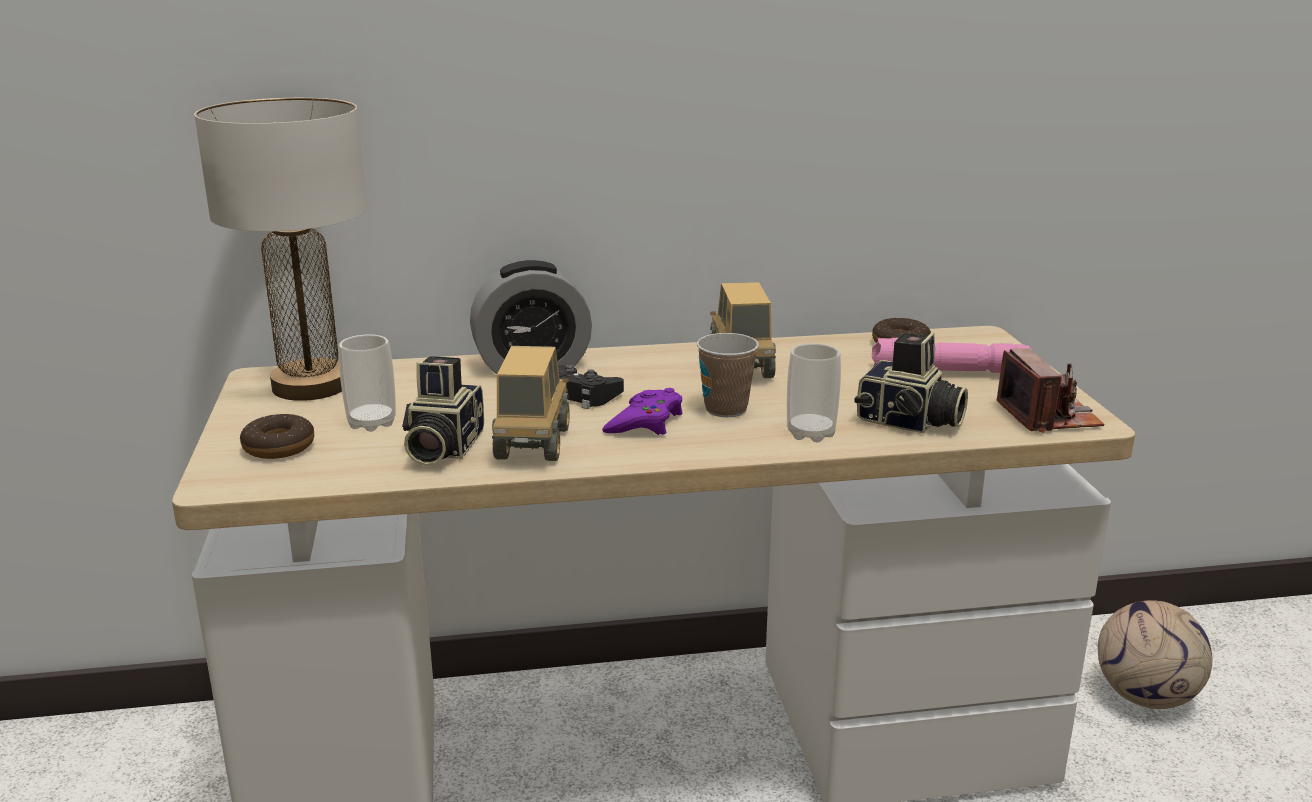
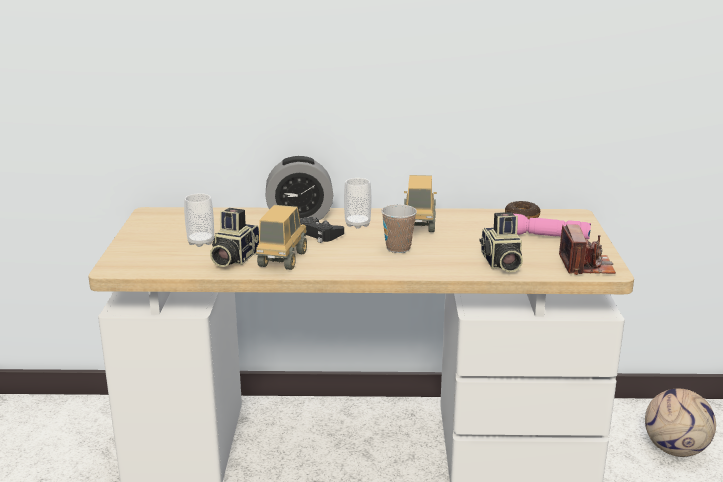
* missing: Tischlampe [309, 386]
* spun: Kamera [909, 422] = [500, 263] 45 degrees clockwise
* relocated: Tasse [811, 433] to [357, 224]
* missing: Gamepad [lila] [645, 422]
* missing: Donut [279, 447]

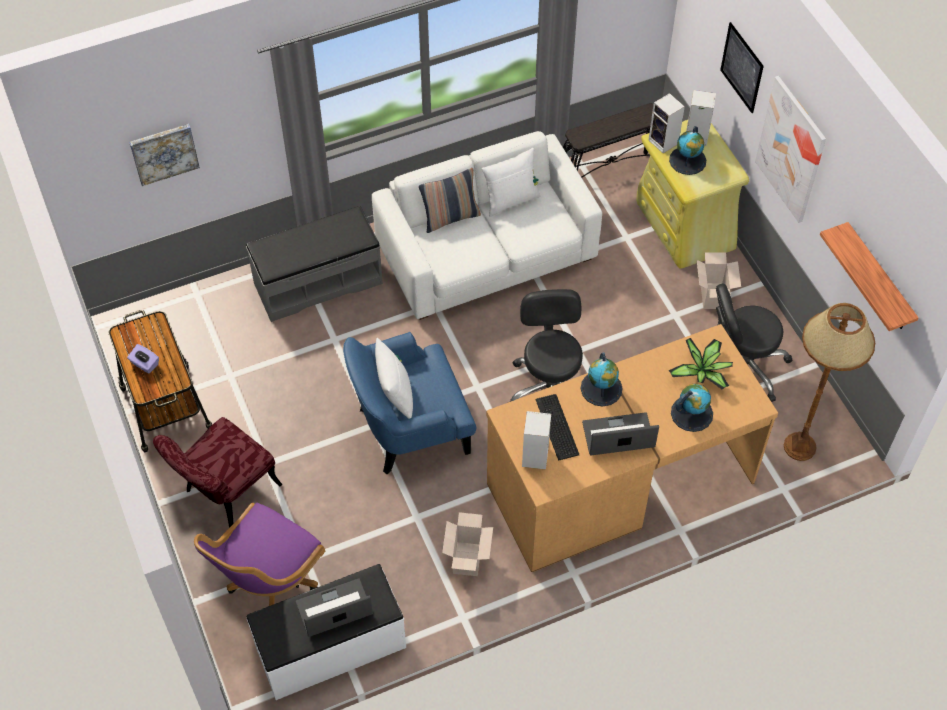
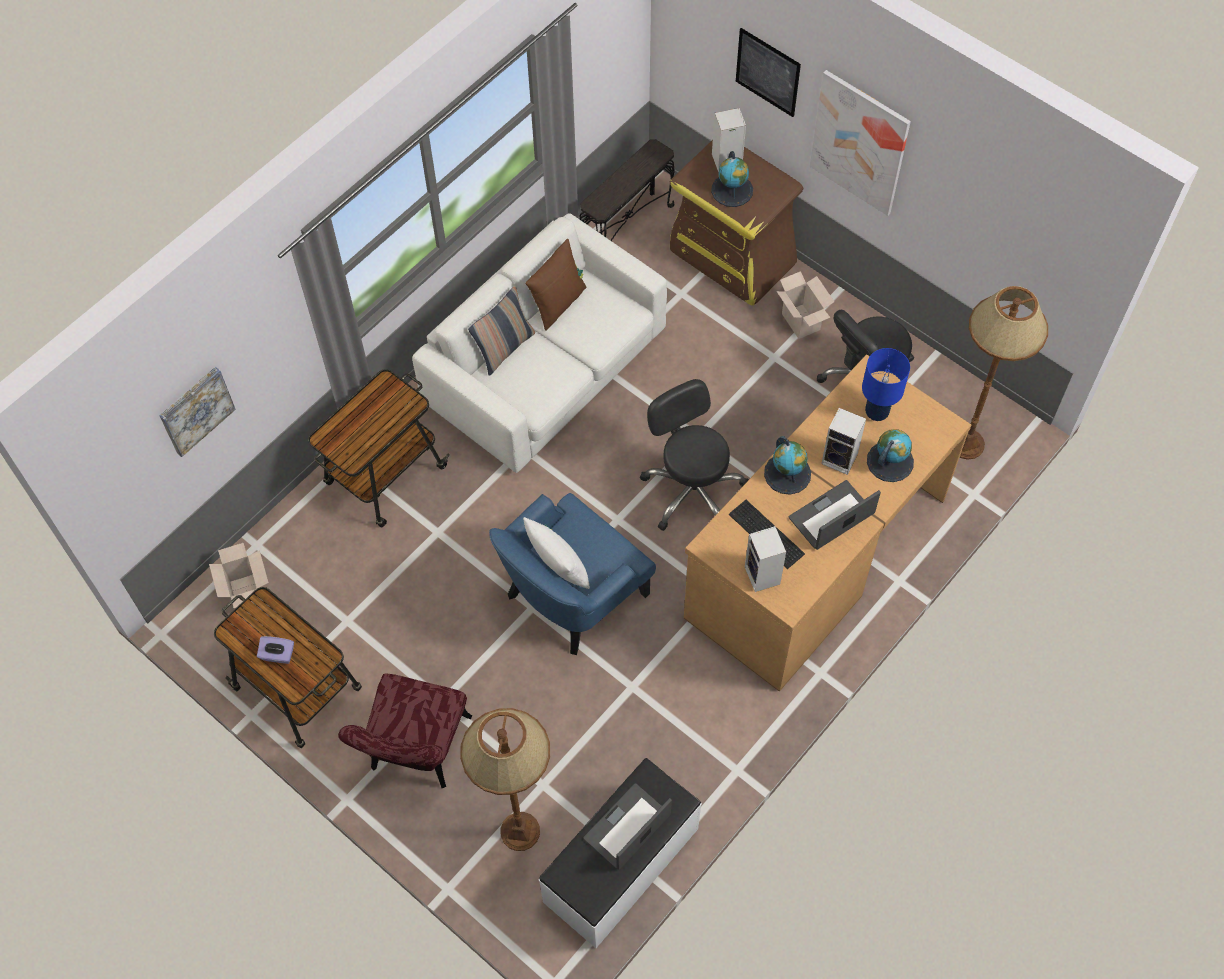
* relocated: Lautsprecher [664, 142] to [841, 459]
* colour: Nachttisch [gelb] [684, 225] to Nachttisch [braun] [732, 257]
* colour: Kissen [weiß] [511, 201] to Kissen [braun] [558, 304]
* exchanged: Bank [grau] [317, 282] to Rollwagen [384, 477]
* missing: Wandregal [878, 279]
* exchanged: Topfpflanze [702, 372] to Tischlampe [blau] [876, 413]
* exchanged: Bürostuhl [lila] [268, 586] to Stehlampe [braun] [519, 831]
* relocated: Karton [468, 560] to [249, 595]

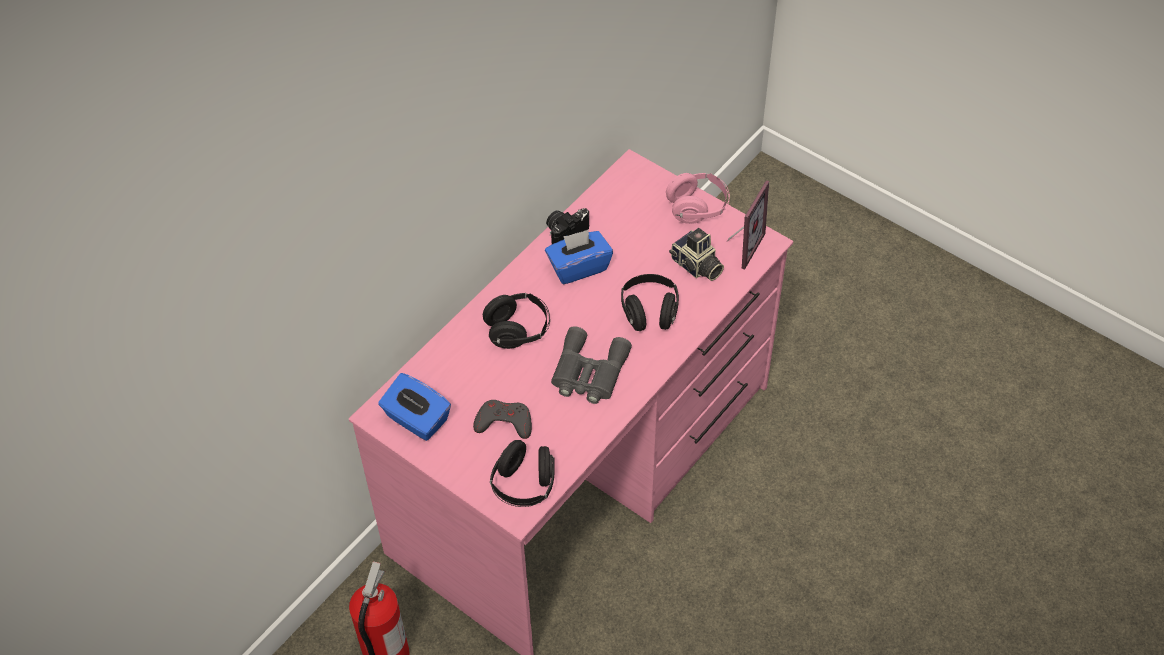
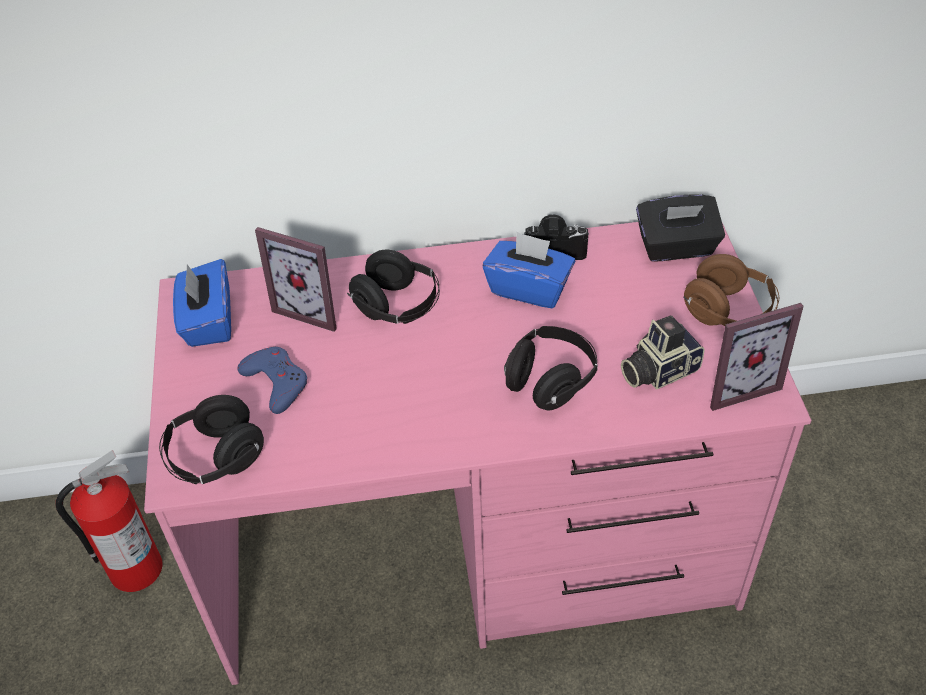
* colour: Kopfhörer [rosa] [697, 208] to Kopfhörer [braun] [728, 312]
* spun: Kamera [696, 266] = [657, 370] 60 degrees clockwise
* missing: Fernglas [grau] [588, 373]
* colour: Gamepad [grau] [504, 422] to Gamepad [blau] [276, 382]
* appeared: Taschentuchbox [schwarz] [676, 247]
* appeared: Bilderrahmen [313, 307]

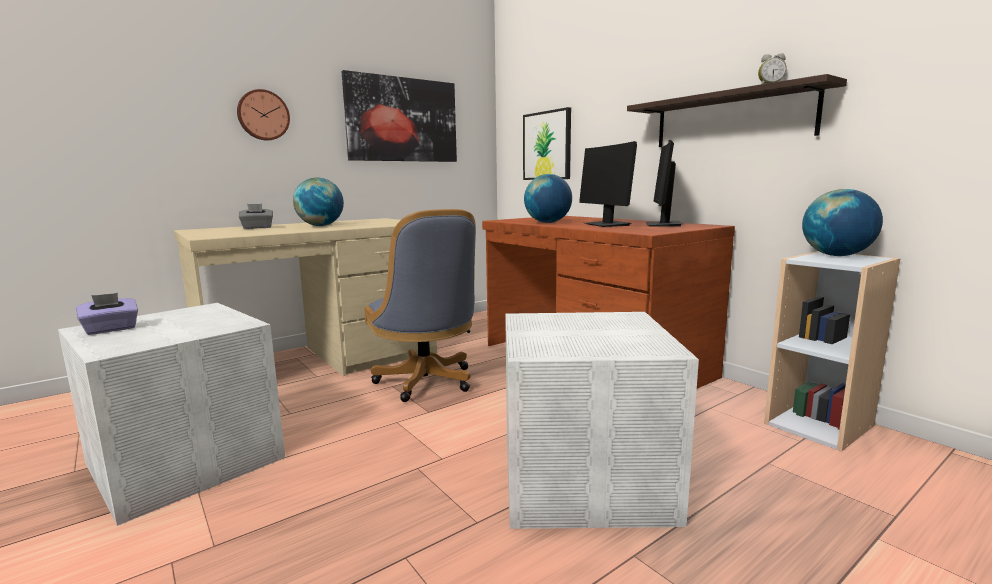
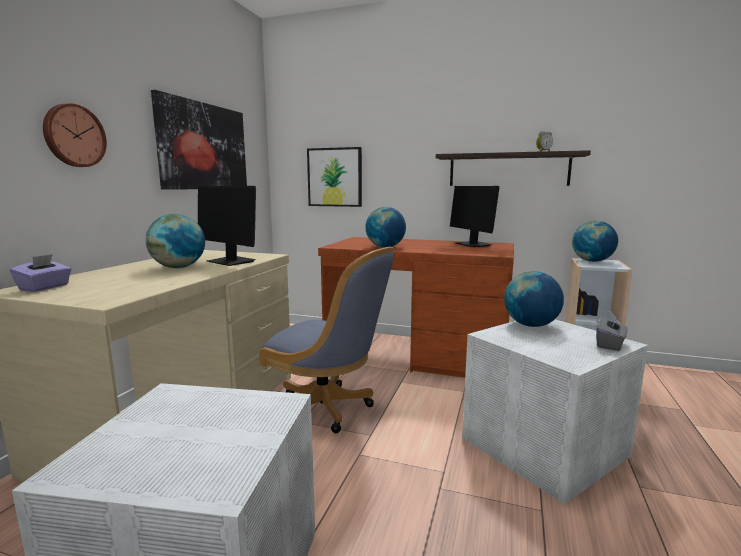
* relocated: Monitor [607, 224] to [231, 262]
* relocated: Taschentuchbox [grau] [257, 228] to [610, 344]
* relocated: Taschentuchbox [lila] [111, 329] to [45, 287]
* appeared: Globus [531, 325]

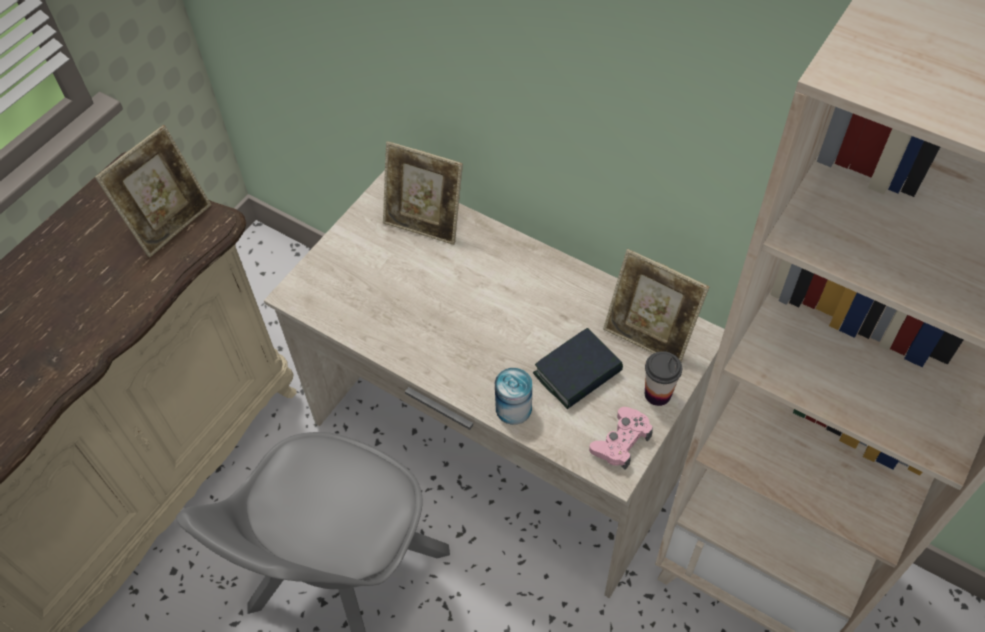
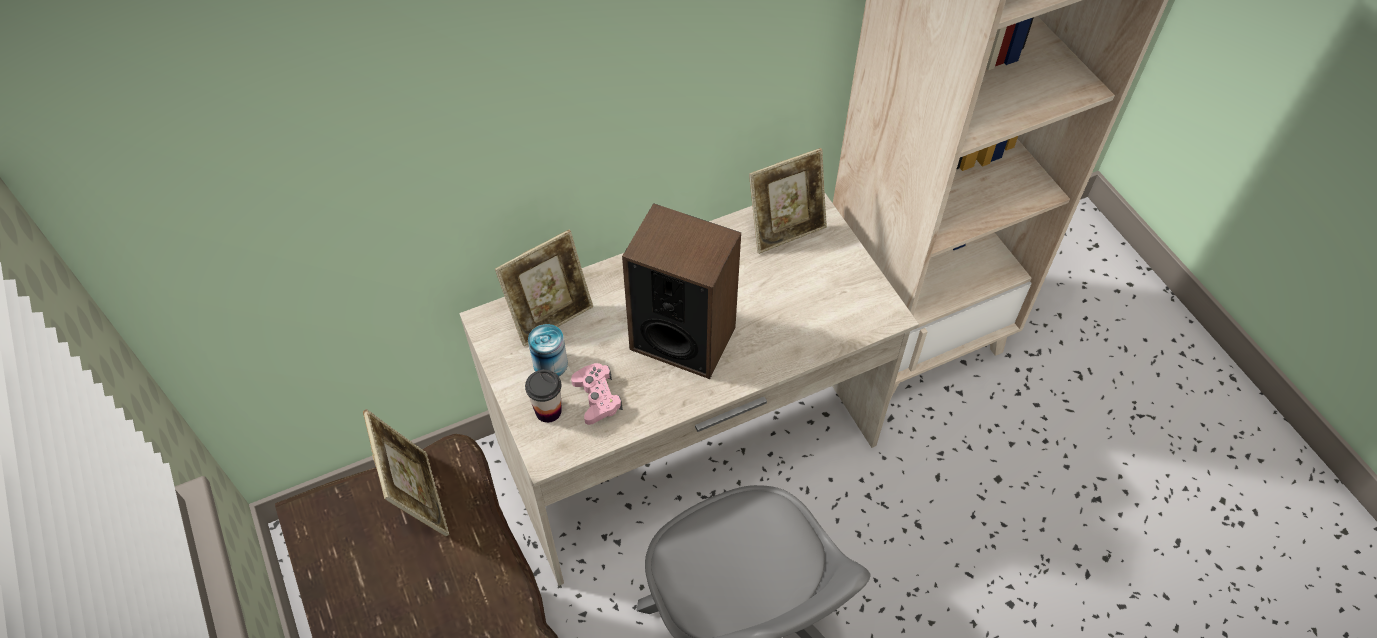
* missing: Buch [578, 373]
* relocated: Tasse [657, 394] to [548, 411]
* relocated: Dose [513, 408] to [550, 364]
* relocated: Gamepad [rosa] [621, 441] to [597, 397]
* appeared: Lautsprecher [682, 337]

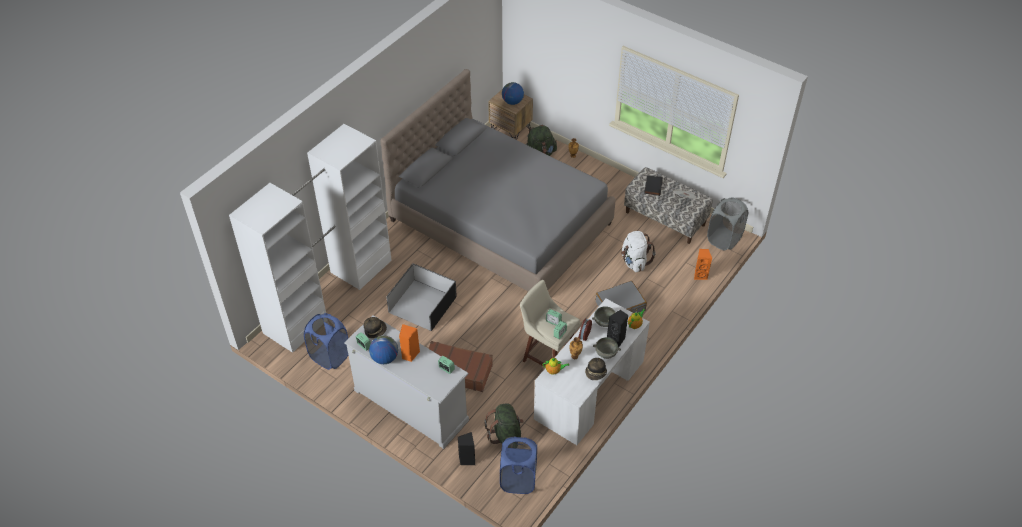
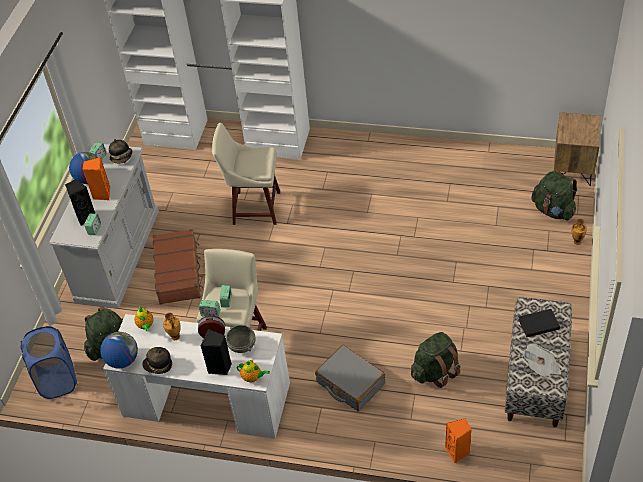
* missing: Bett [grau] [500, 222]
* relocated: Globus [512, 102] to [122, 360]
* missing: Wäschekorb [grau] [724, 239]
* colour: Rucksack [weiß] [634, 262] to Rucksack [grün] [435, 371]
* exchanged: Aufbewahrungsbox [schwarz] [421, 304] to Hocker [beige] [253, 207]
* missing: Wäschekorb [blau] [330, 356]
* missing: Schüssel [grau] [606, 353]
* relocated: Lautsprecher [schwarz] [467, 459] to [85, 217]

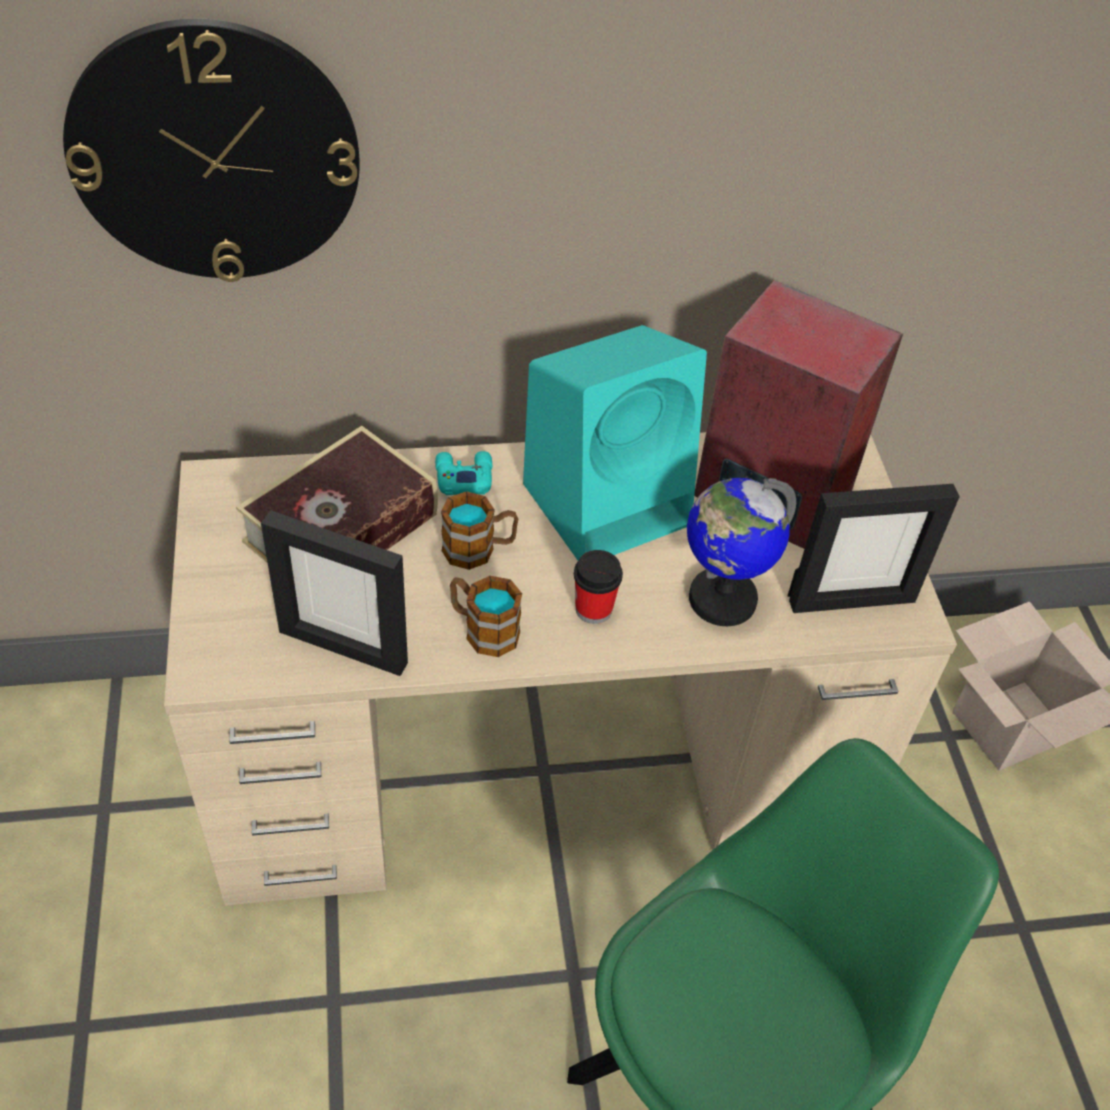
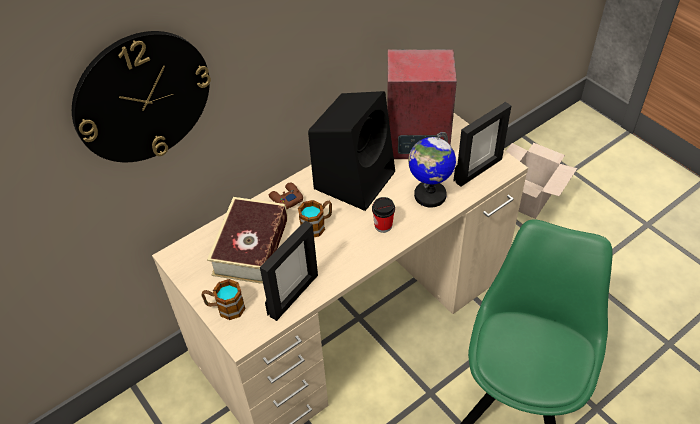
* colour: Lautsprecher [türkis] [609, 502] to Lautsprecher [schwarz] [355, 178]
* colour: Gamepad [türkis] [463, 477] to Gamepad [braun] [286, 199]
* spun: Bilderrahmen [344, 645] = [293, 294] 45 degrees counterclockwise
* relocated: Henkelbecher [483, 629] to [225, 308]

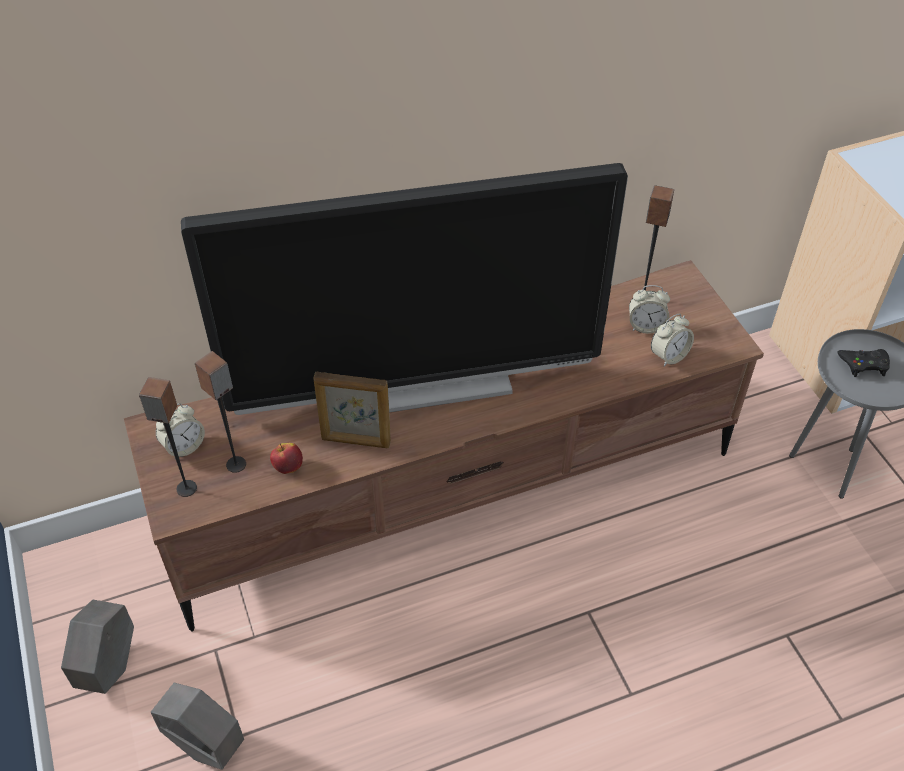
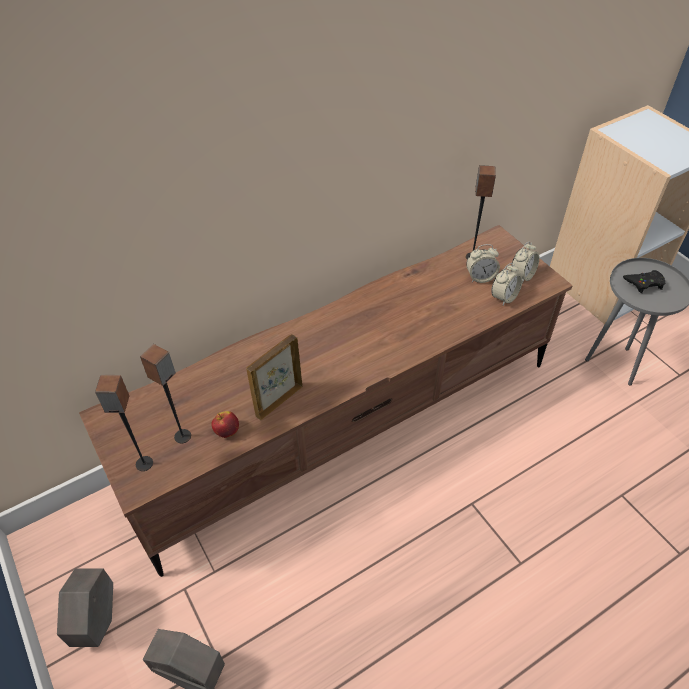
* missing: Fernseher [414, 385]
* spun: Bilderrahmen [356, 441] = [278, 401] 135 degrees clockwise
* relocated: Wecker [184, 446] to [522, 275]

